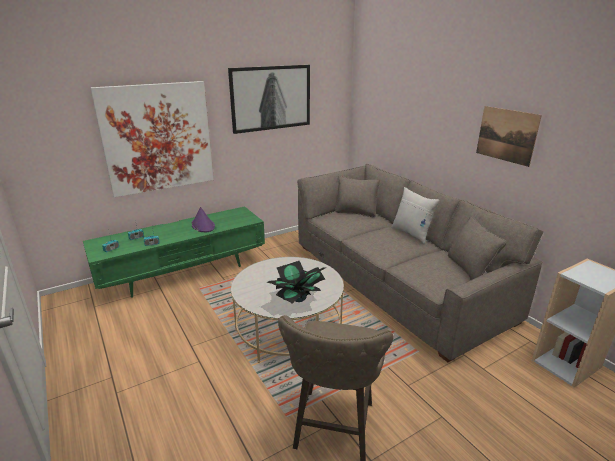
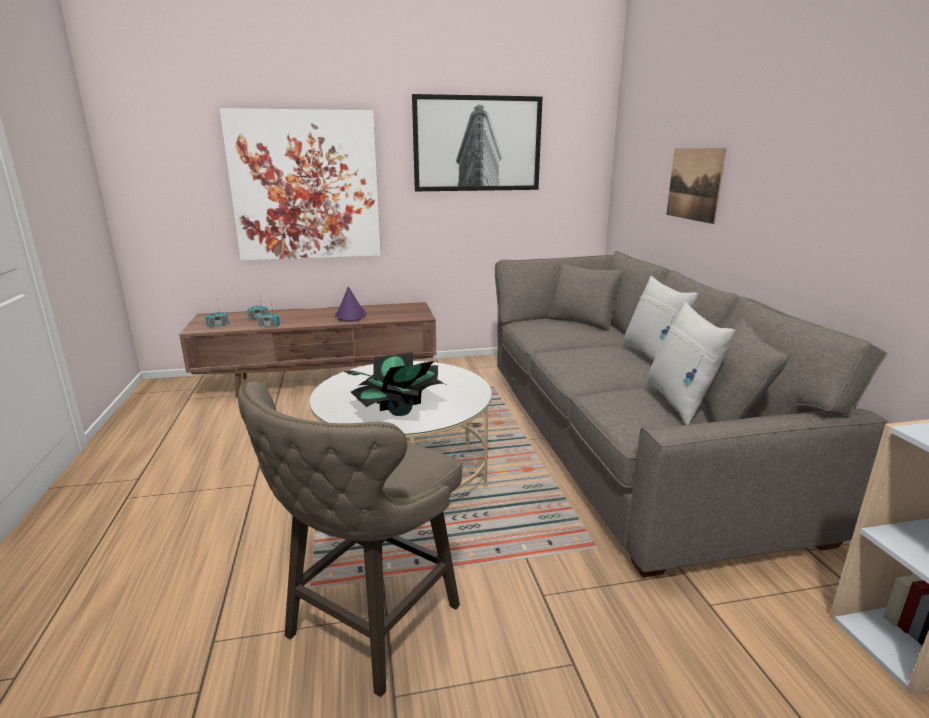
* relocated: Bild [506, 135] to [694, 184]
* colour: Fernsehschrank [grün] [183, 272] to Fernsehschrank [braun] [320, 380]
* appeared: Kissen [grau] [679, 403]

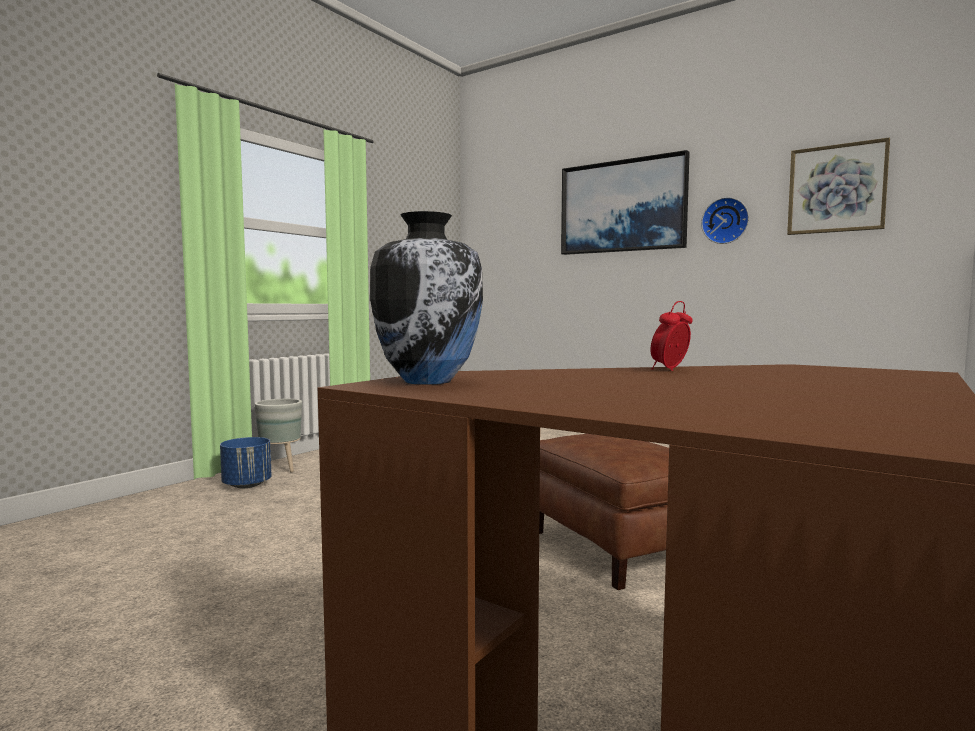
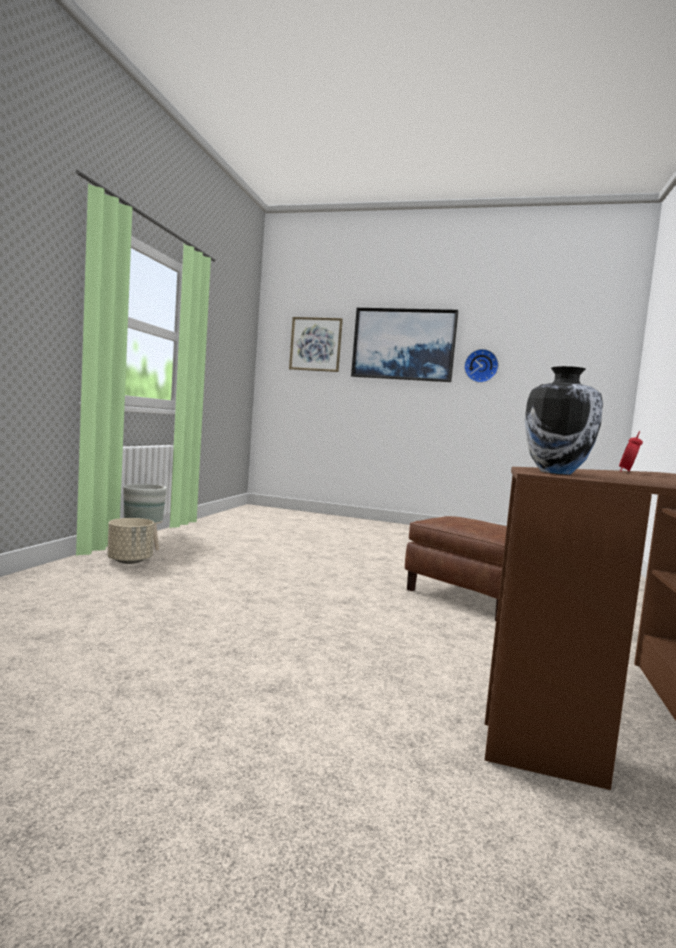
* relocated: Bild [836, 189] to [315, 344]
* colour: Pflanzkübel [blau] [247, 485] to Pflanzkübel [beige] [130, 561]

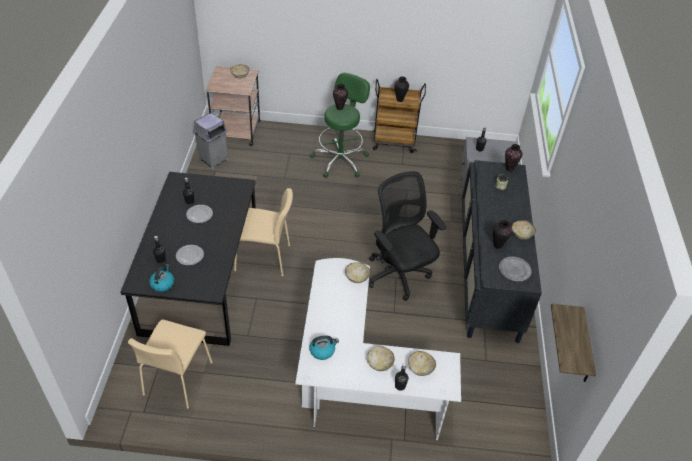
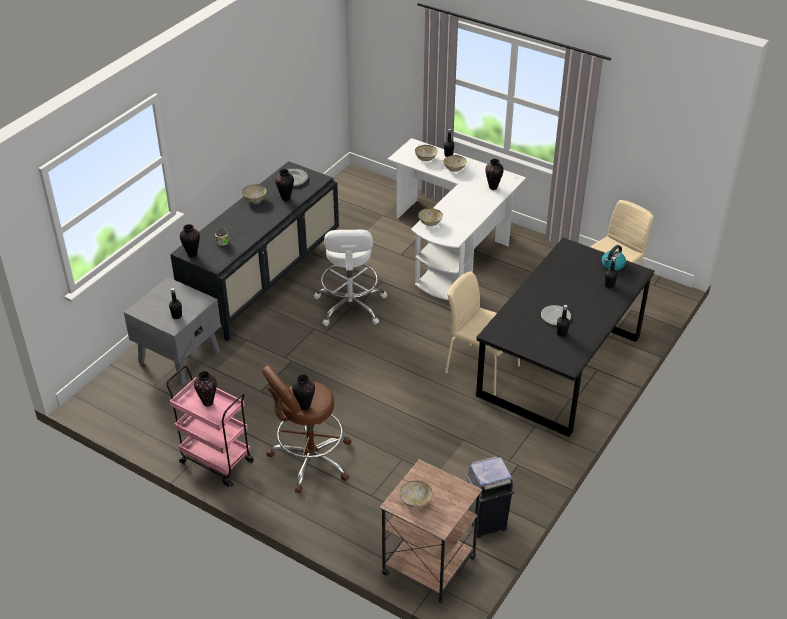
* colour: Hocker [grün] [340, 160] to Hocker [braun] [310, 460]
* colour: Rollwagen [braun] [394, 143] to Rollwagen [rosa] [216, 462]
* exchanged: Bürostuhl [schwarz] [400, 276] to Hocker [weiß] [350, 307]
* missing: Teller [190, 255]
* missing: Wandregal [585, 348]
* exchanged: Wasserkessel [322, 351] to Vase [493, 187]

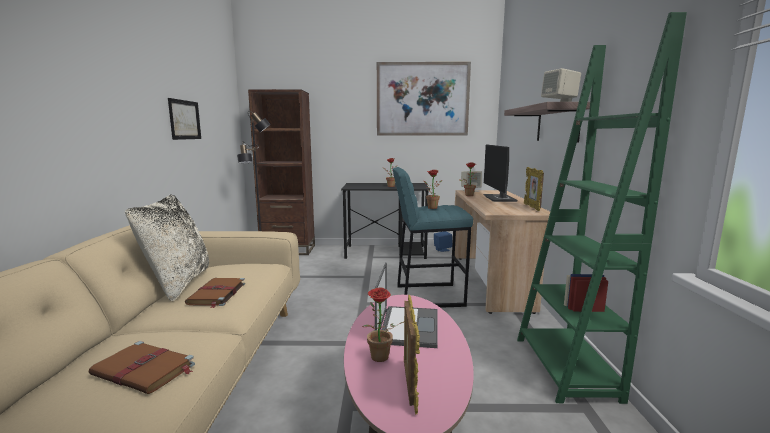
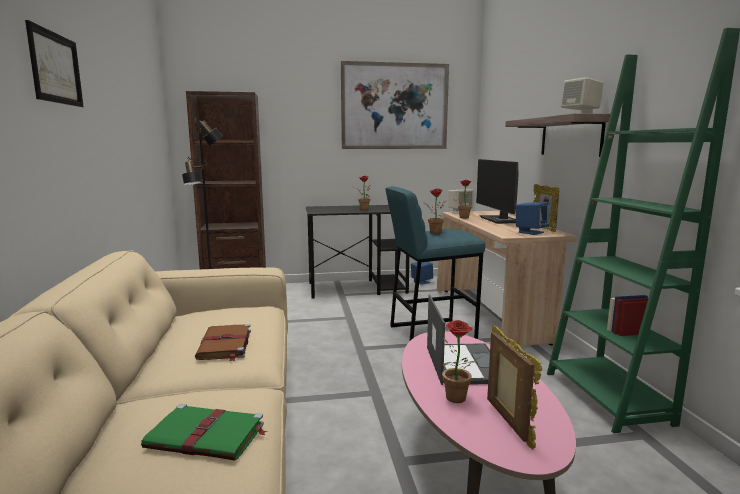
* relocated: Bild [185, 120] to [56, 68]
* missing: Kissen [beige] [179, 284]
* colour: Buch [braun] [145, 370] to Buch [grün] [207, 436]
* appeared: Lautsprecher [blau] [531, 232]

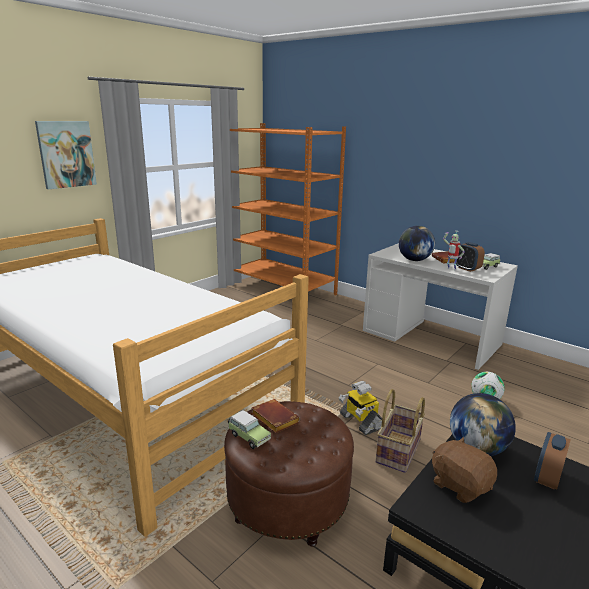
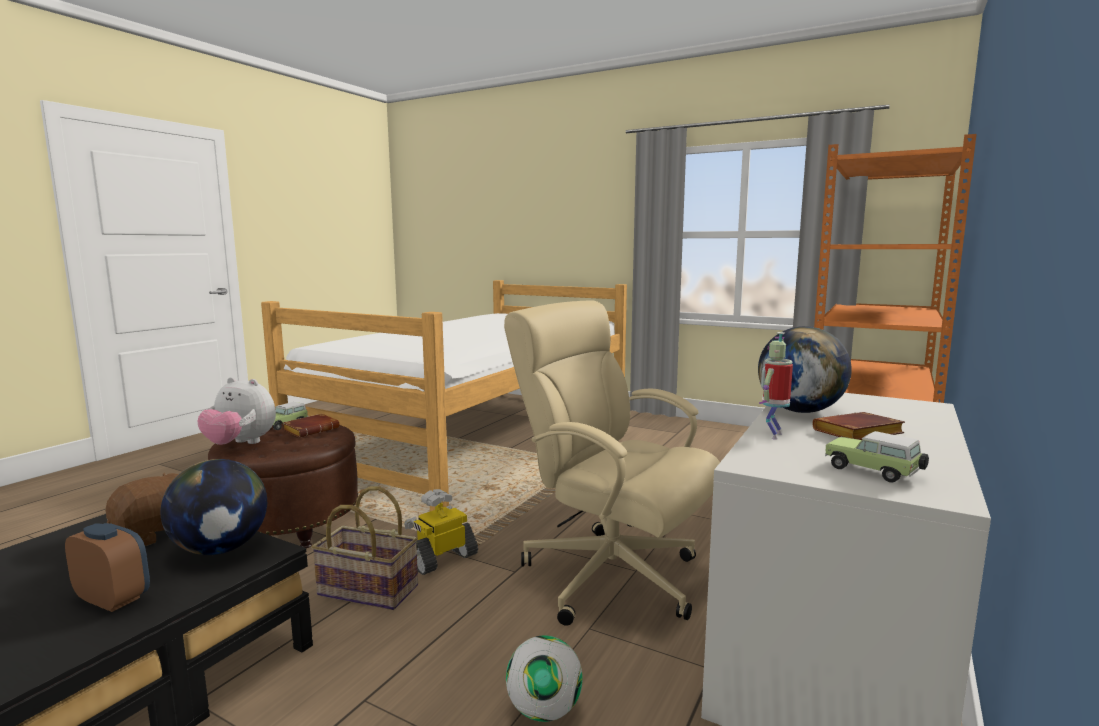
* missing: Bild [66, 154]
* missing: Wecker [467, 269]
* appeared: Bürostuhl [beige] [612, 577]
* appeared: Plüschtier [240, 444]

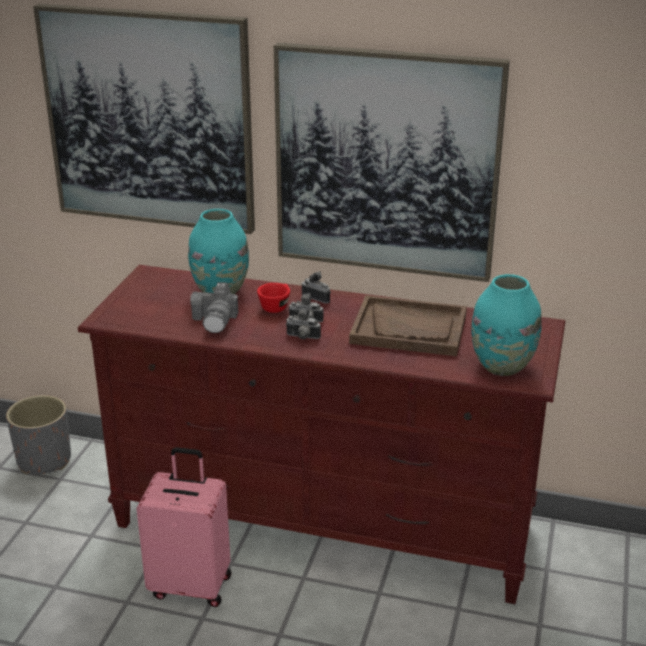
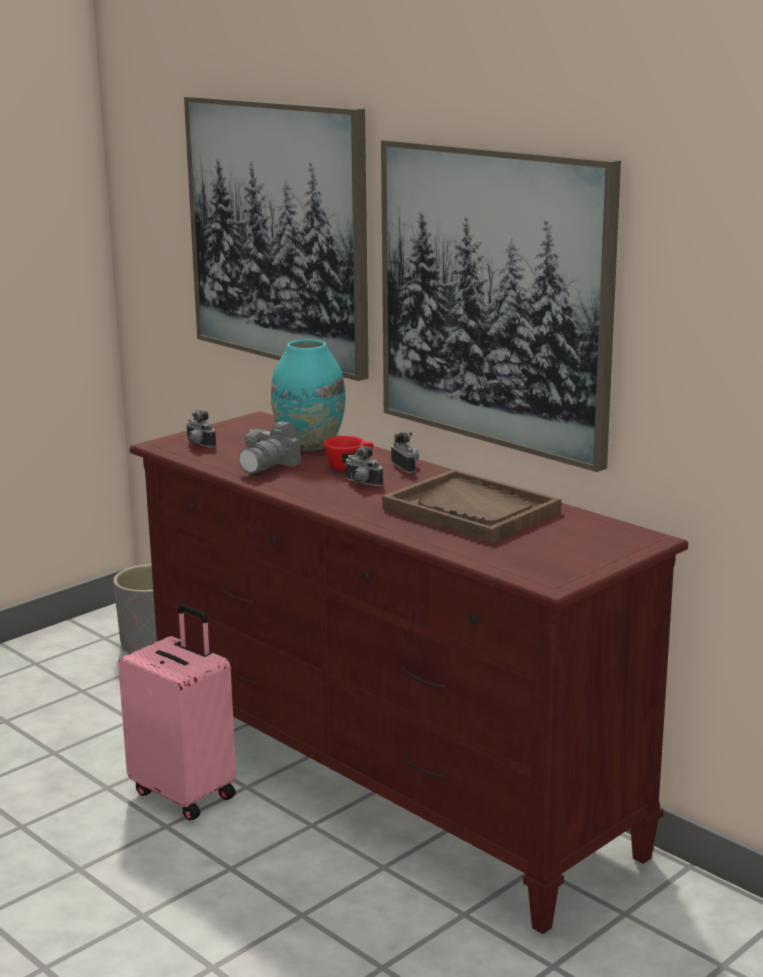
* missing: Vase [türkis] [502, 366]
* relocated: Kamera [302, 338] to [198, 445]

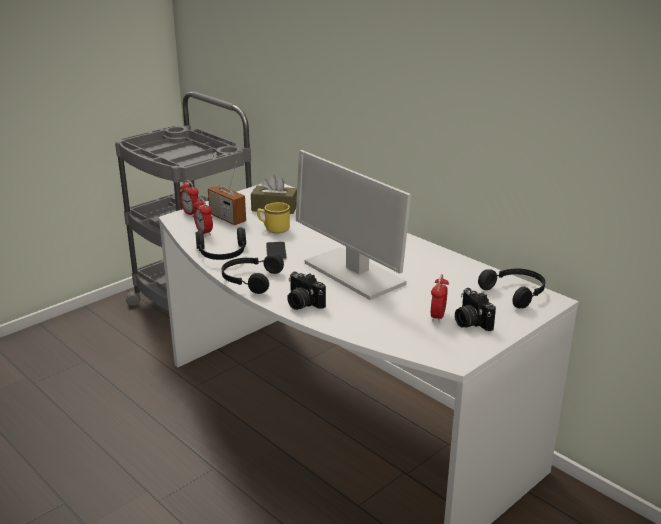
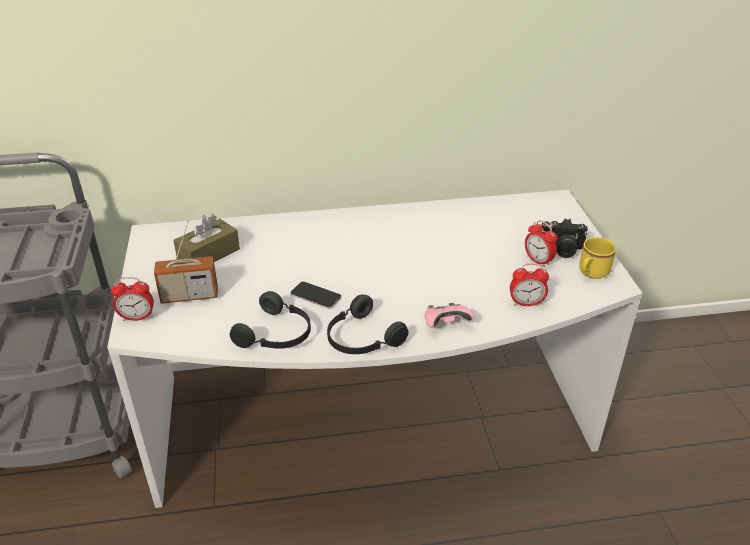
* missing: Monitor [353, 273]
* relocated: Wecker [204, 232] to [526, 303]
* relocated: Henkelbecher [gelb] [273, 229] to [591, 273]
* missing: Kopfhörer [schwarz] [516, 292]
* exchanged: Kamera [302, 303] to Gamepad [rosa] [446, 324]

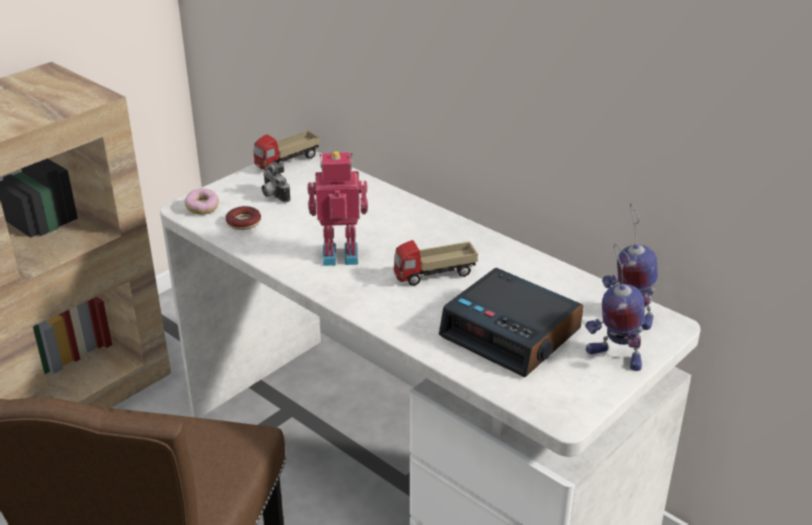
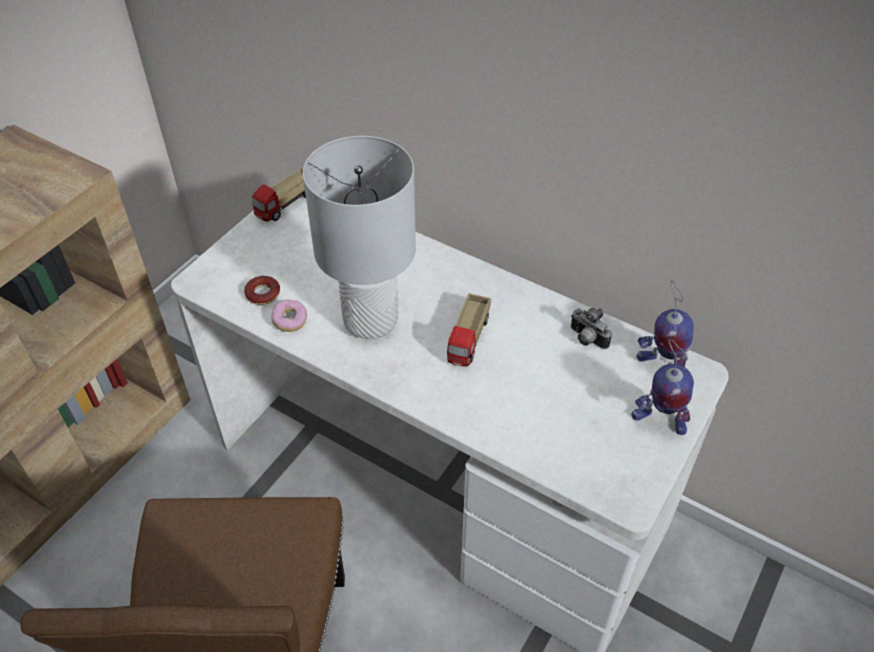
* exchanged: Spielzeugroboter [340, 254] to Tischlampe [grau] [370, 324]
* relocated: Kamera [273, 196] to [586, 339]
* relocated: Donut [202, 208] to [290, 321]
* spun: Spielzeuglaster [434, 275] = [469, 340] 45 degrees counterclockwise
* missing: Wecker [512, 333]

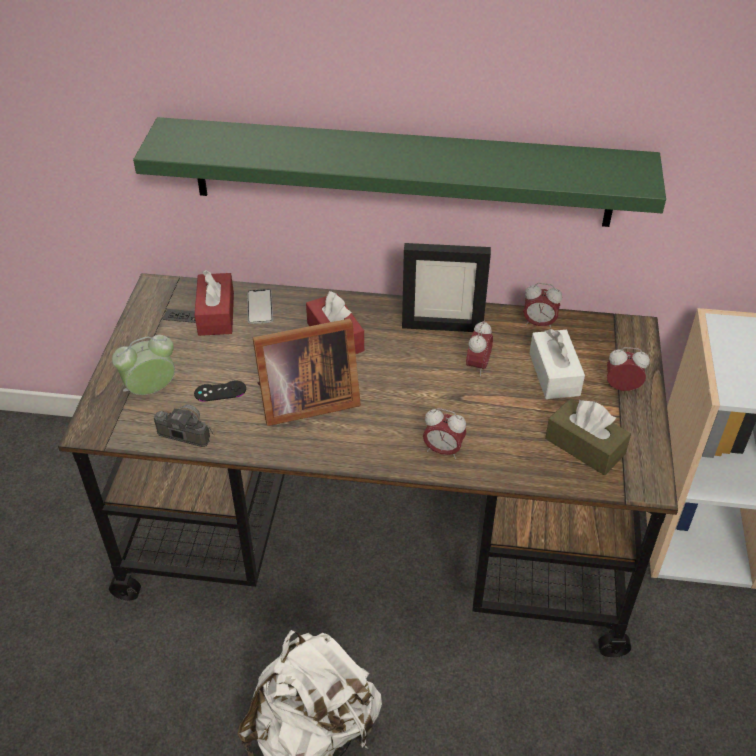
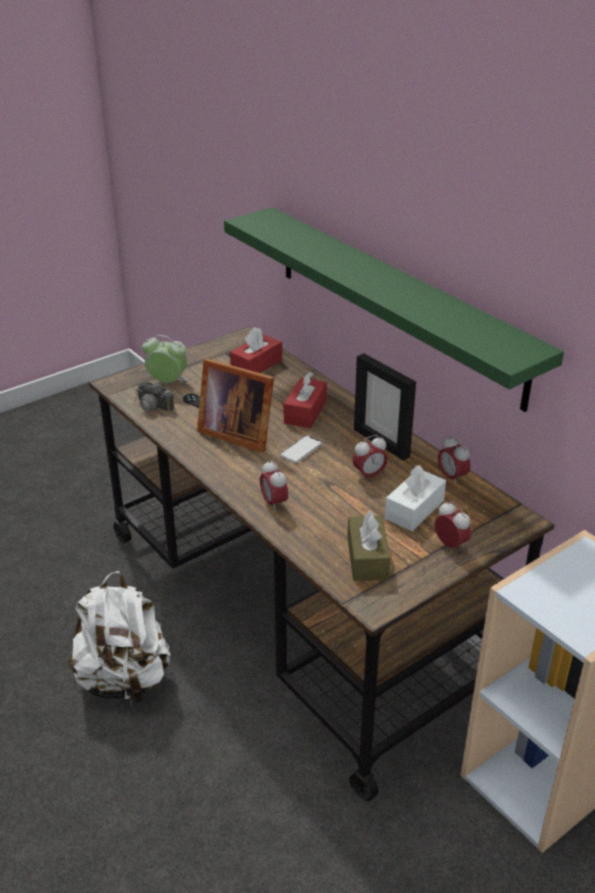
* relocated: Handy [260, 307] to [301, 450]
* spun: Kamera [183, 428] = [155, 408] 150 degrees clockwise

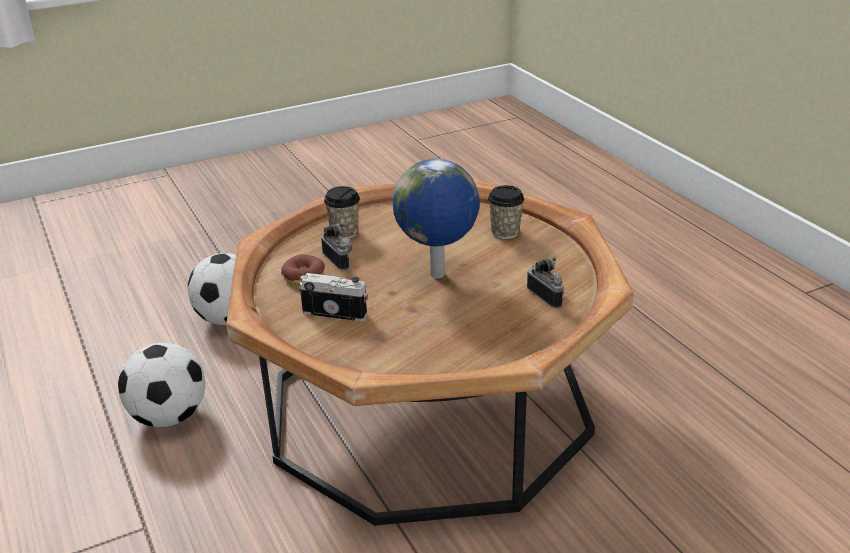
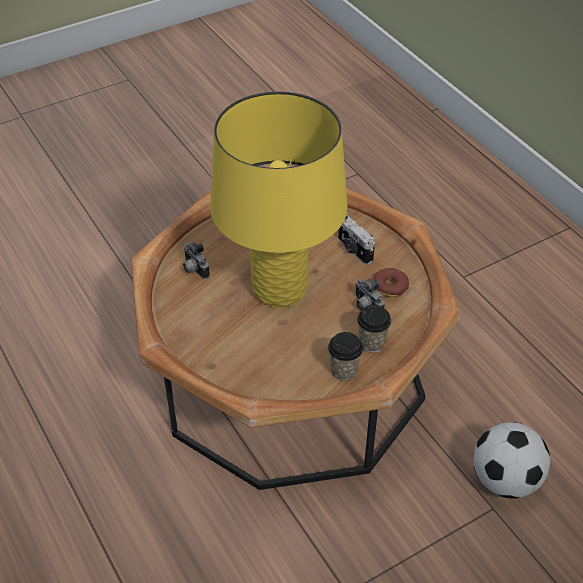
* exchanged: Globus [438, 275] to Tischlampe [gelb] [280, 290]
* relocated: Tasse [505, 232] to [344, 370]
* spun: Kamera [335, 312] = [354, 250] 45 degrees clockwise
* missing: Fußball [169, 417]

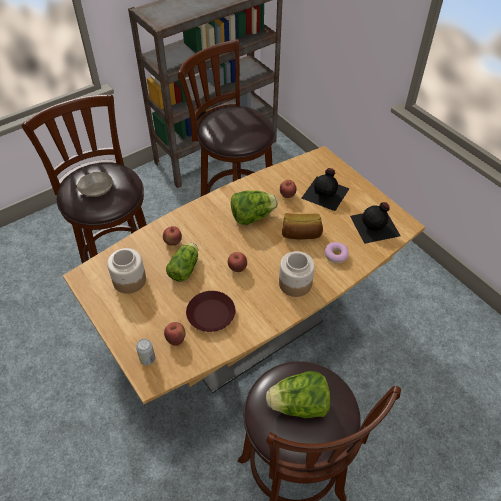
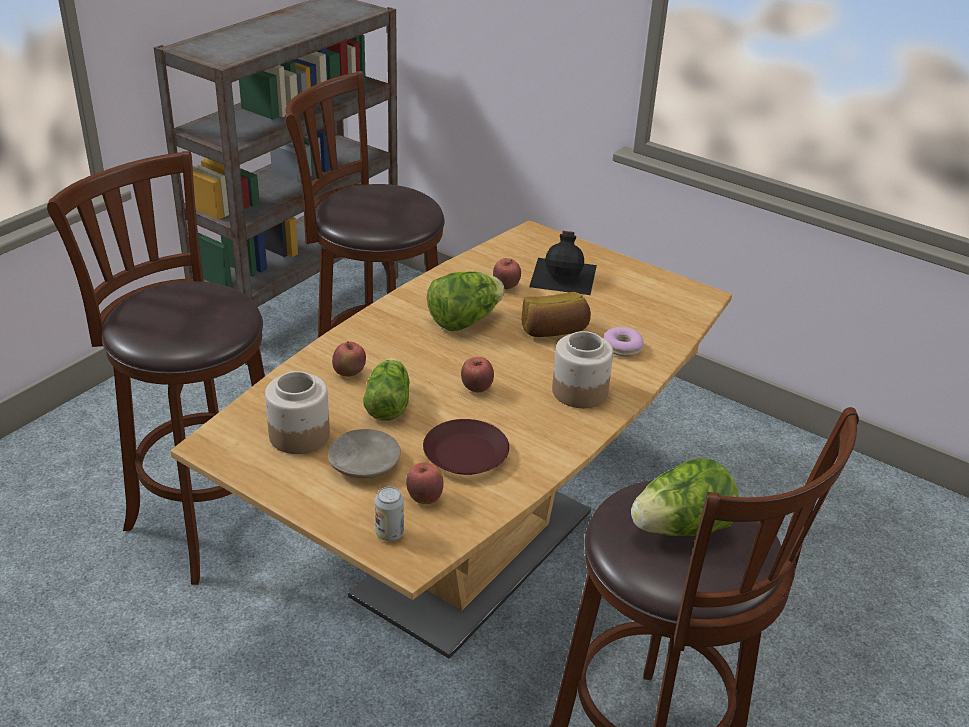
* relocated: Teller [beige] [96, 188] to [364, 463]
* missing: Flasche [schwarz] [375, 226]

